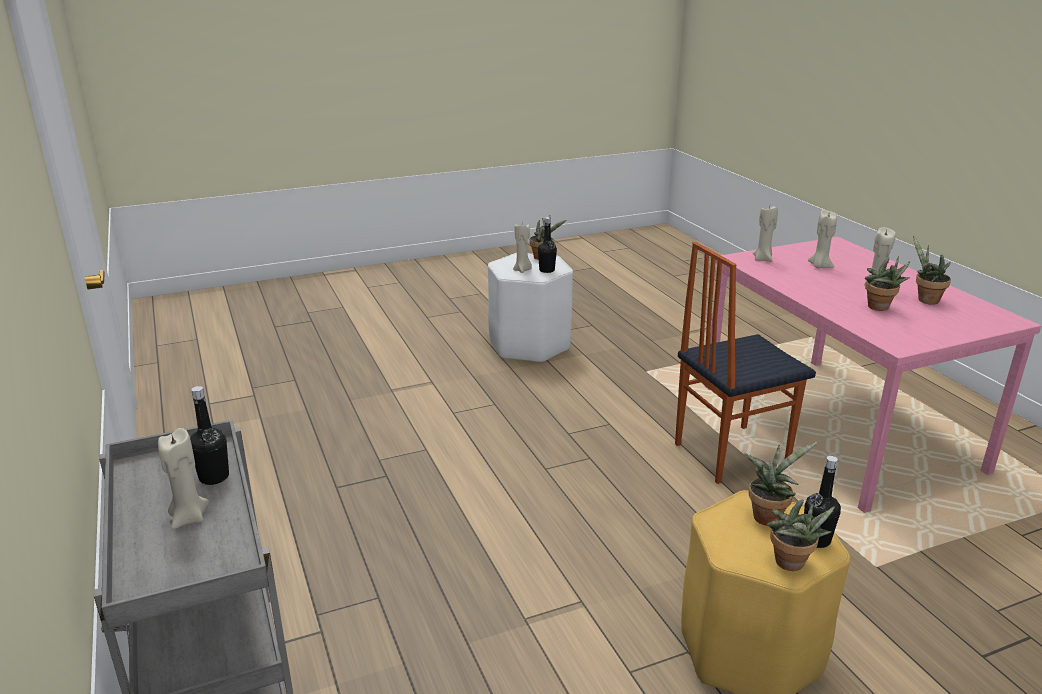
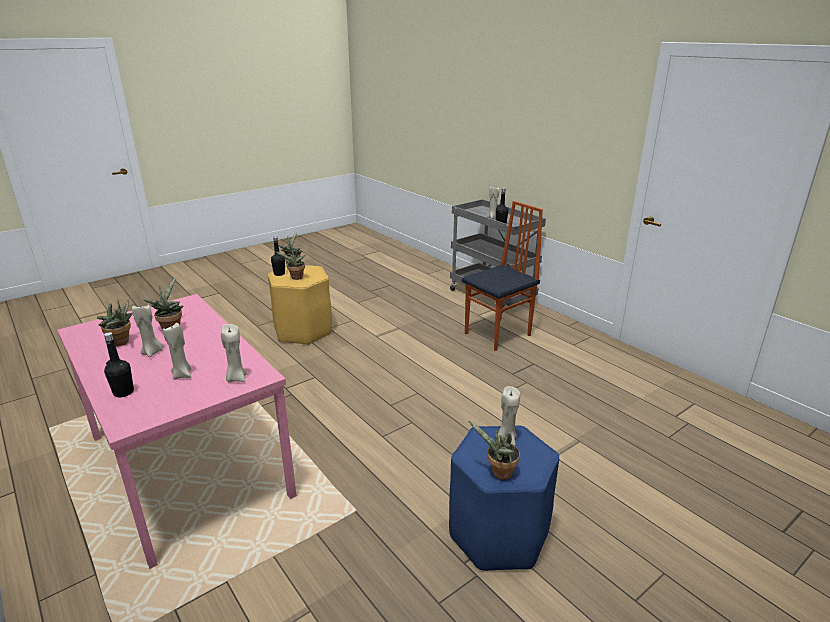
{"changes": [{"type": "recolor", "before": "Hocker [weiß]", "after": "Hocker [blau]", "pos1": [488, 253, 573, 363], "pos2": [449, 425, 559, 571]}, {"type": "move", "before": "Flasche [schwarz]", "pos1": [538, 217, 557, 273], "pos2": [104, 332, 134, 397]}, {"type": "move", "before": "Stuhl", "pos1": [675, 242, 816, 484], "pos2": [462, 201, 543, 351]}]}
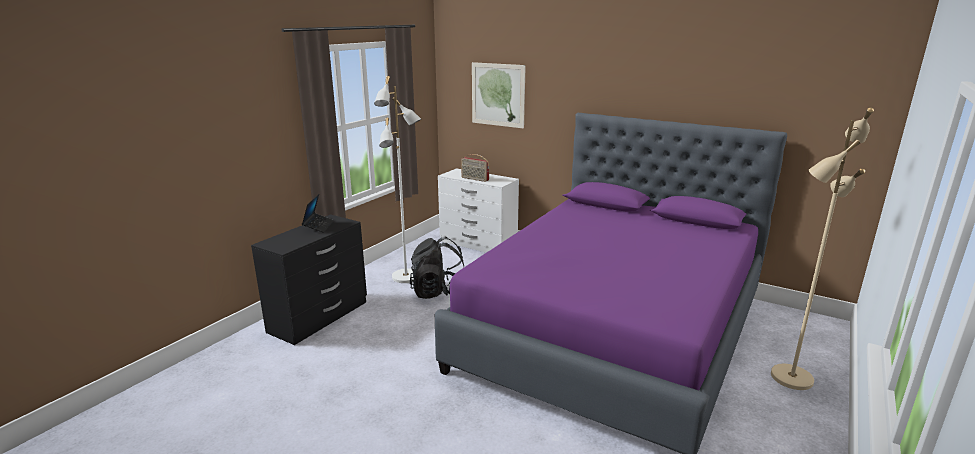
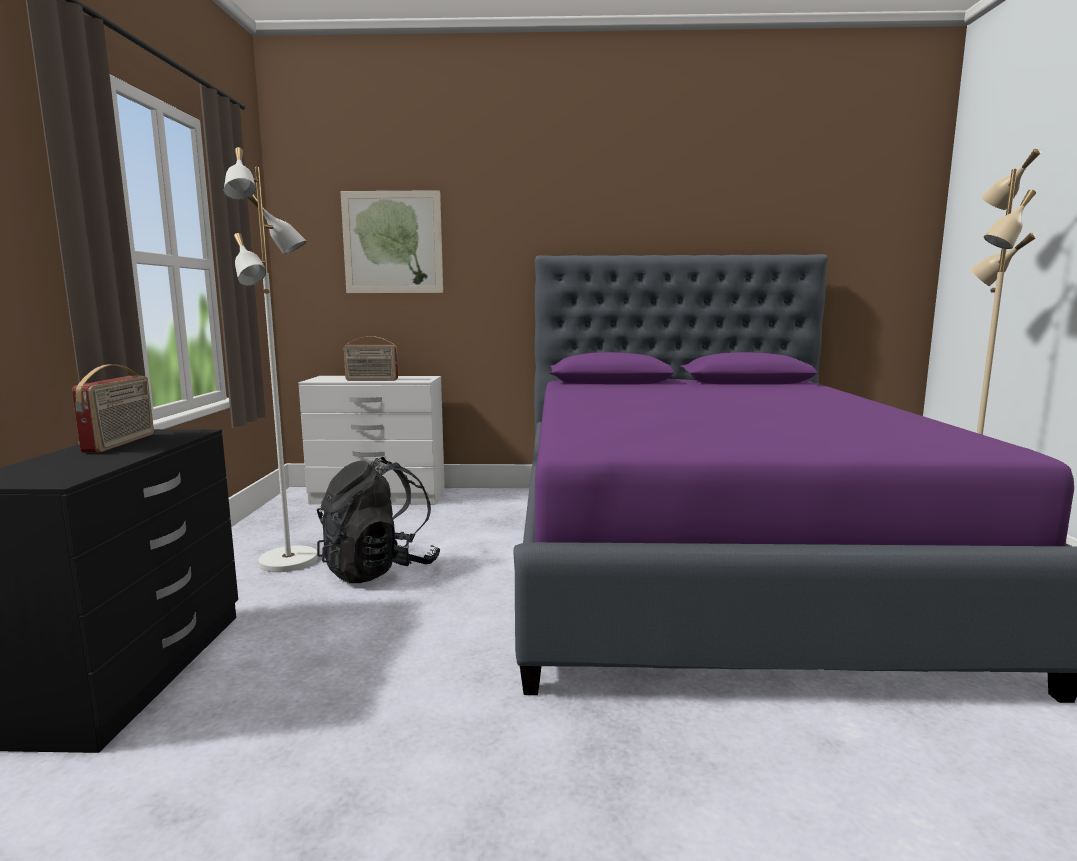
{"changes": [{"type": "replace", "before": "Laptop", "after": "Radio", "pos1": [302, 194, 334, 233], "pos2": [72, 364, 154, 453]}]}
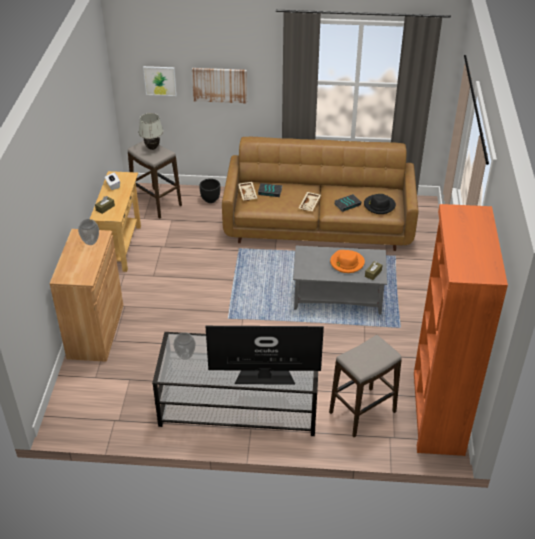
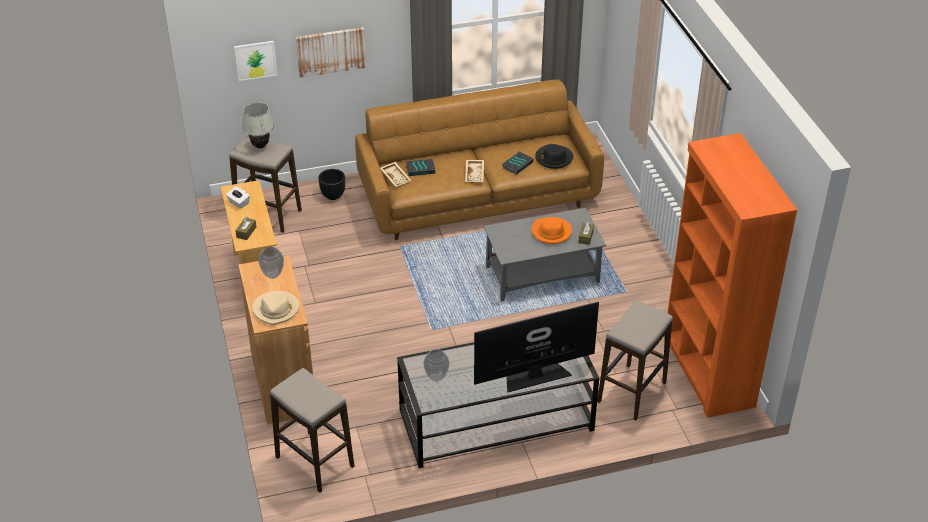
{"changes": [{"type": "insert", "after": "Hut [beige]", "pos2": [252, 291, 299, 325]}, {"type": "insert", "after": "Hocker", "pos2": [270, 368, 355, 493]}]}
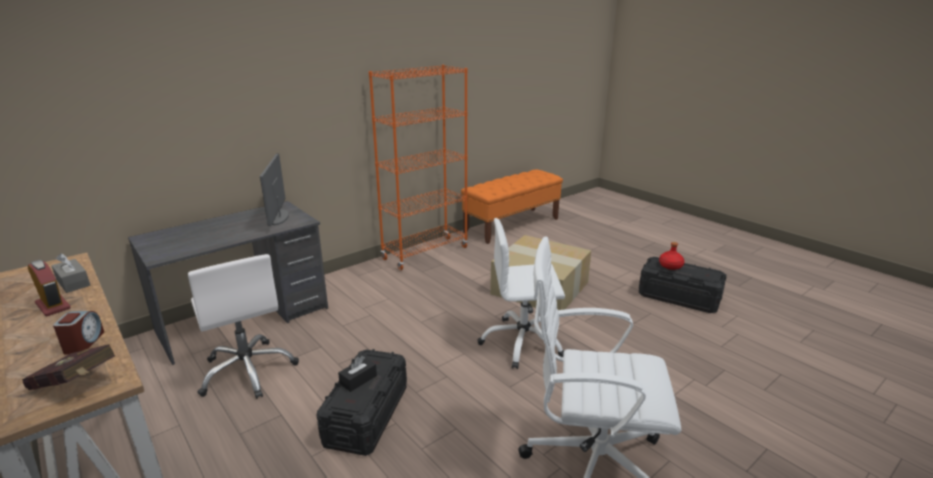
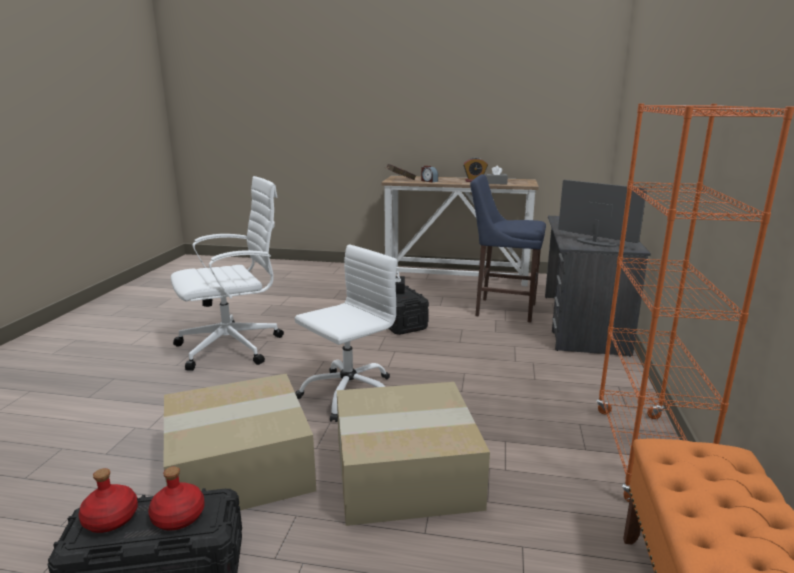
{"changes": [{"type": "replace", "before": "Bürostuhl [weiß]", "after": "Hocker [blau]", "pos1": [188, 254, 299, 399], "pos2": [470, 174, 546, 322]}, {"type": "insert", "after": "Flasche [rot]", "pos2": [78, 468, 138, 533]}, {"type": "insert", "after": "Karton", "pos2": [164, 373, 316, 510]}]}
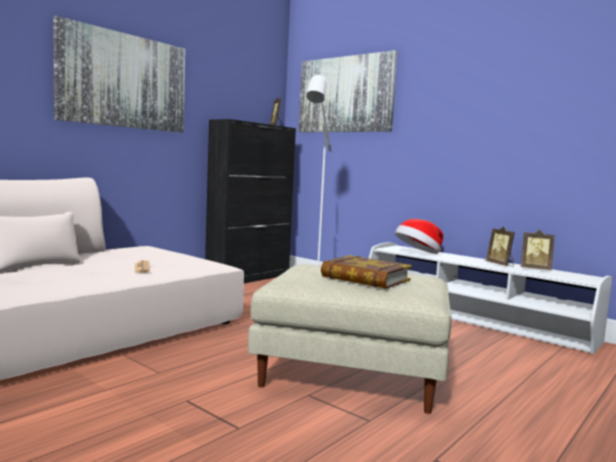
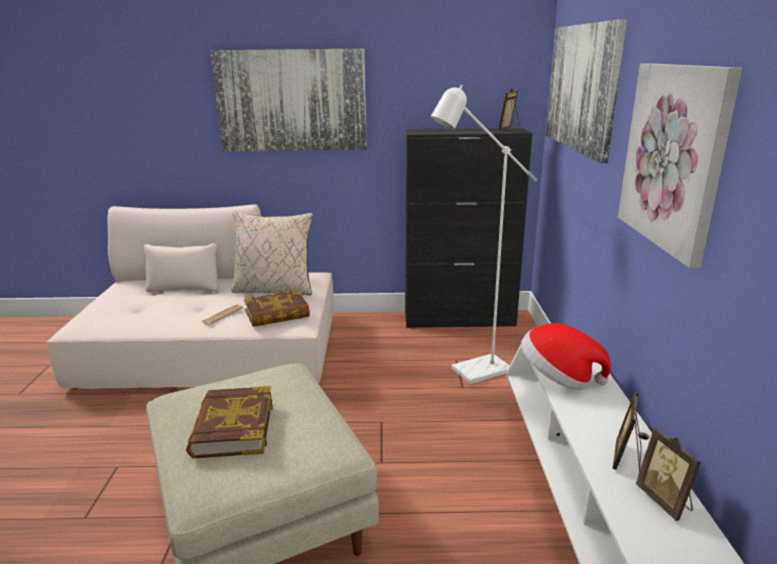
{"changes": [{"type": "insert", "after": "Kissen [beige]", "pos2": [231, 212, 313, 295]}, {"type": "insert", "after": "Buch", "pos2": [244, 290, 310, 327]}, {"type": "insert", "after": "Bild", "pos2": [618, 63, 742, 268]}]}
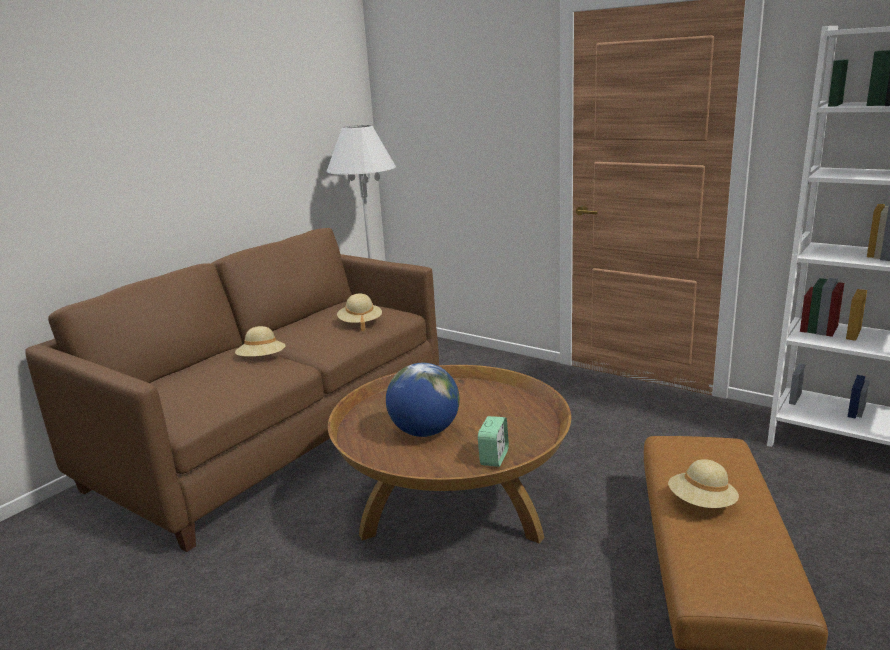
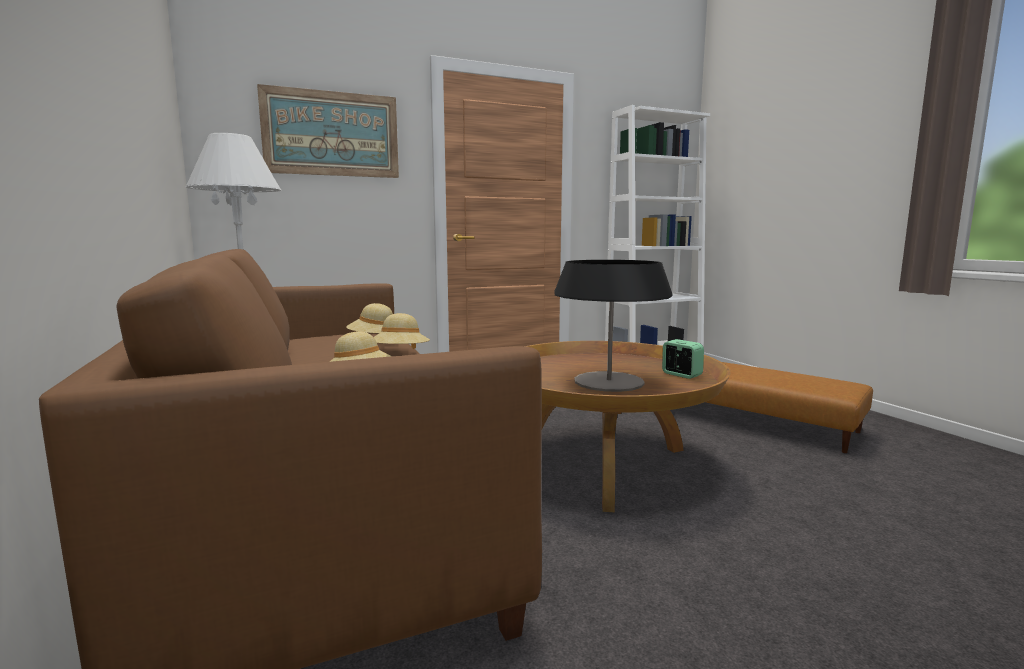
{"changes": [{"type": "replace", "before": "Globus", "after": "Tischlampe", "pos1": [386, 363, 460, 437], "pos2": [555, 260, 672, 392]}, {"type": "move", "before": "Hut [beige]", "pos1": [668, 459, 739, 508], "pos2": [374, 313, 430, 349]}, {"type": "insert", "after": "Bild", "pos2": [257, 84, 399, 178]}]}
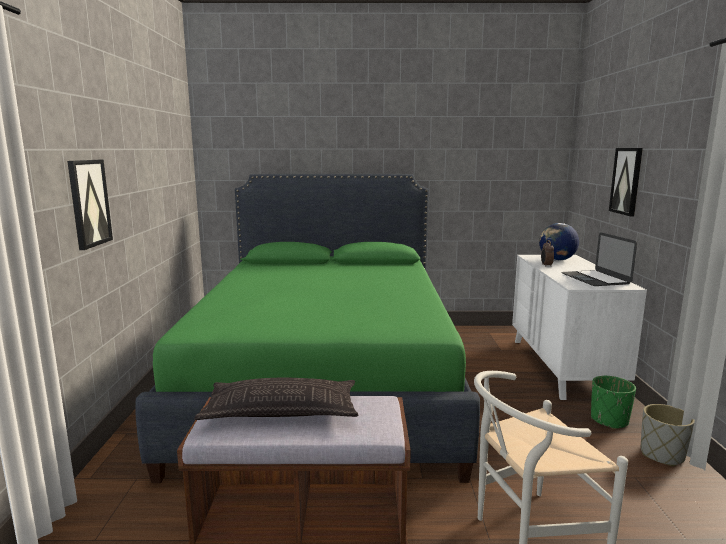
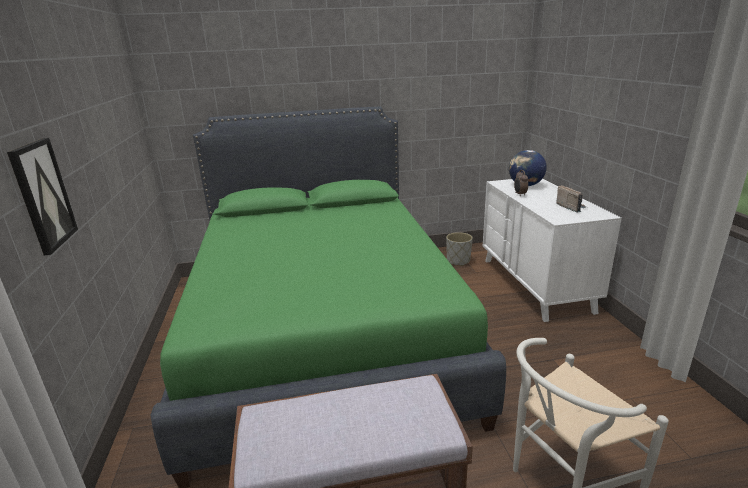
{"changes": [{"type": "delete", "before": "Kissen", "pos1": [194, 378, 358, 420]}, {"type": "replace", "before": "Laptop", "after": "Radio", "pos1": [561, 232, 637, 286], "pos2": [556, 185, 586, 213]}, {"type": "delete", "before": "Pflanzkübel [grün]", "pos1": [591, 376, 636, 429]}, {"type": "delete", "before": "Bild", "pos1": [609, 148, 643, 216]}, {"type": "move", "before": "Pflanzkübel [grau]", "pos1": [641, 404, 695, 467], "pos2": [446, 232, 473, 266]}]}
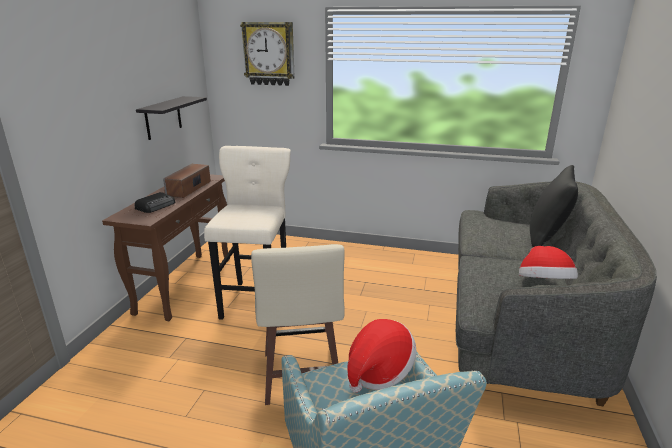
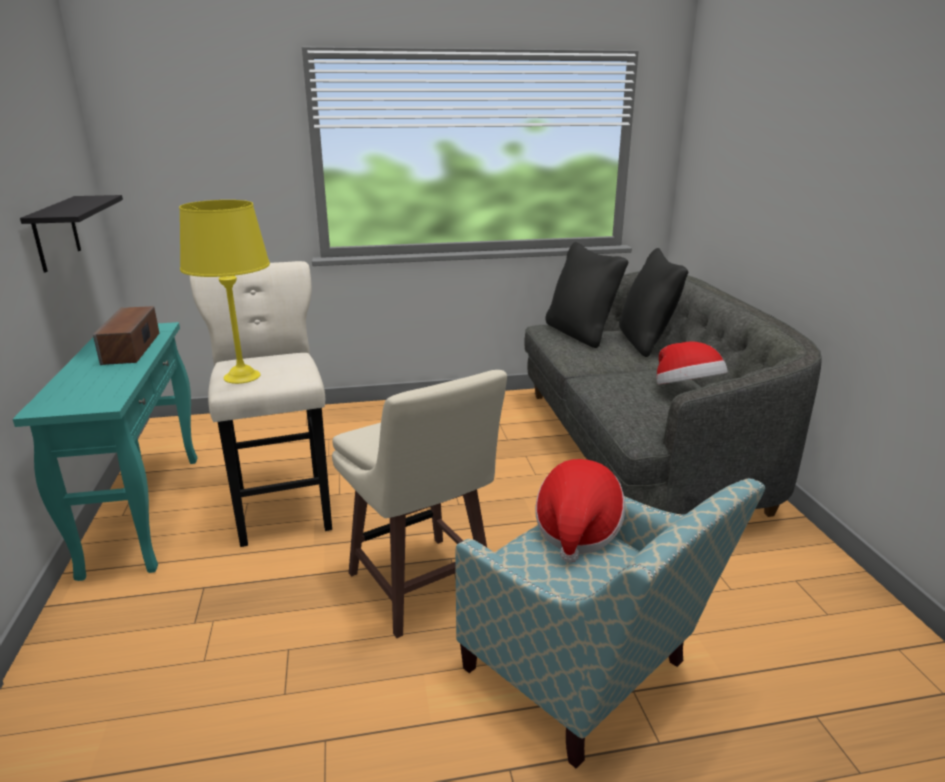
{"changes": [{"type": "recolor", "before": "Konsolentisch [braun]", "after": "Konsolentisch [türkis]", "pos1": [102, 174, 230, 321], "pos2": [13, 322, 197, 581]}, {"type": "delete", "before": "Radio", "pos1": [134, 192, 175, 213]}, {"type": "delete", "before": "Wanduhr", "pos1": [240, 22, 295, 86]}, {"type": "insert", "after": "Tischlampe [gelb]", "pos2": [179, 200, 270, 384]}, {"type": "insert", "after": "Kissen [schwarz]", "pos2": [545, 242, 628, 348]}]}
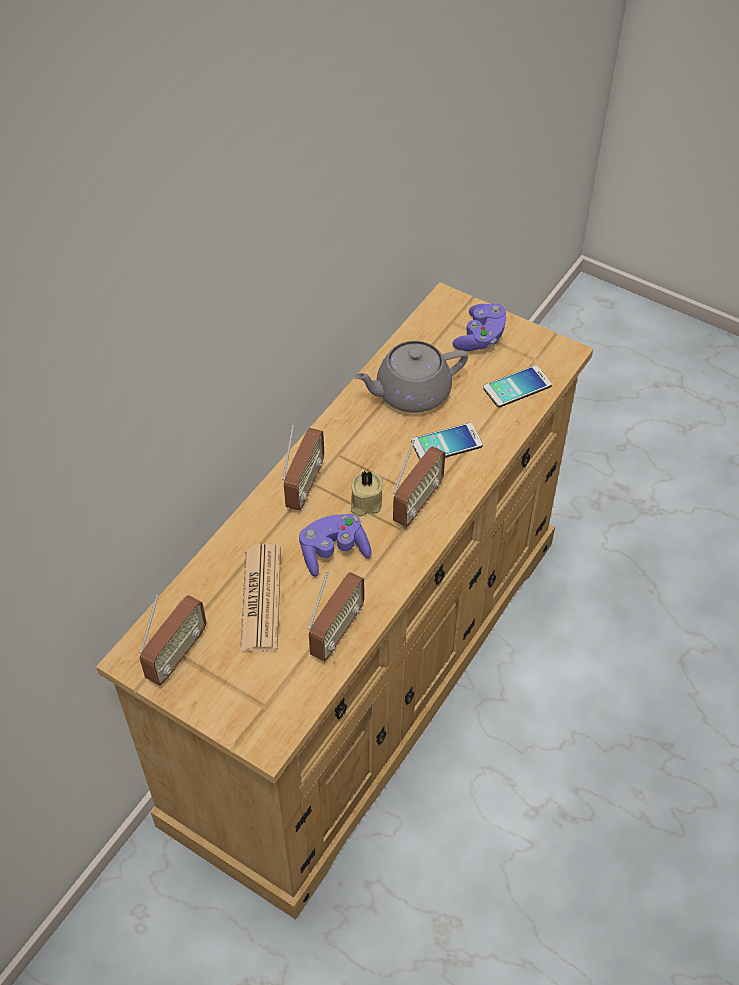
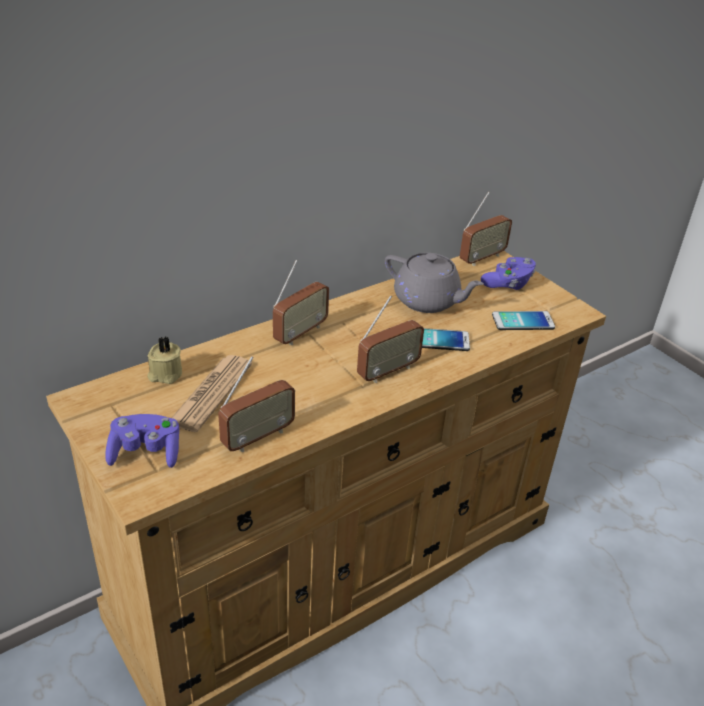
{"changes": [{"type": "move", "before": "Radio", "pos1": [139, 595, 207, 686], "pos2": [460, 192, 512, 266]}, {"type": "move", "before": "Gamepad [lila]", "pos1": [299, 514, 372, 577], "pos2": [105, 414, 179, 468]}, {"type": "move", "before": "Kerze [beige]", "pos1": [351, 471, 384, 517], "pos2": [147, 336, 182, 384]}, {"type": "rotate", "before": "Teekanne [grau]", "pos1": [353, 341, 468, 413], "pos2": [385, 253, 484, 313], "turn": -150}]}
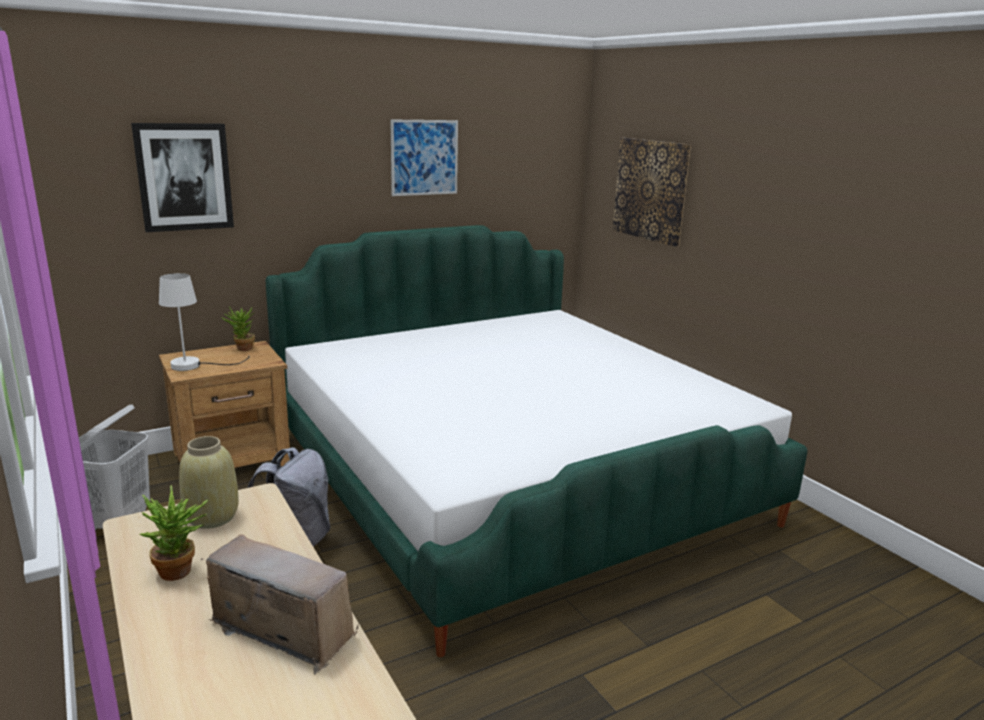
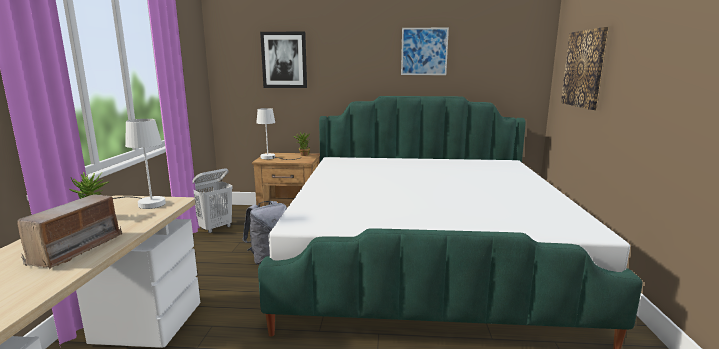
{"changes": [{"type": "replace", "before": "Vase [beige]", "after": "Tischlampe [weiß]", "pos1": [179, 436, 239, 529], "pos2": [113, 119, 166, 209]}, {"type": "rotate", "before": "Radio", "pos1": [200, 534, 358, 675], "pos2": [17, 194, 122, 269], "turn": 45}]}
